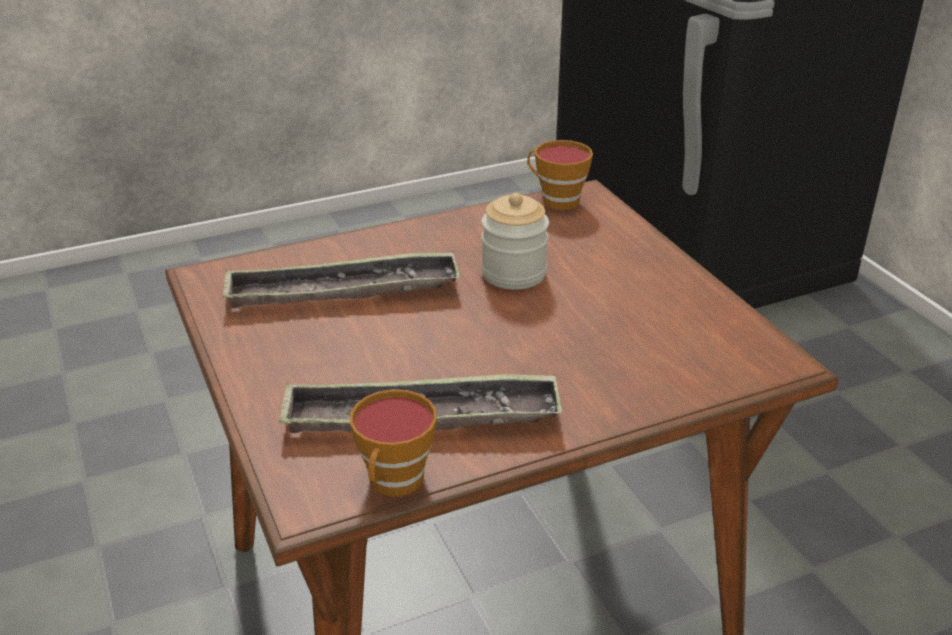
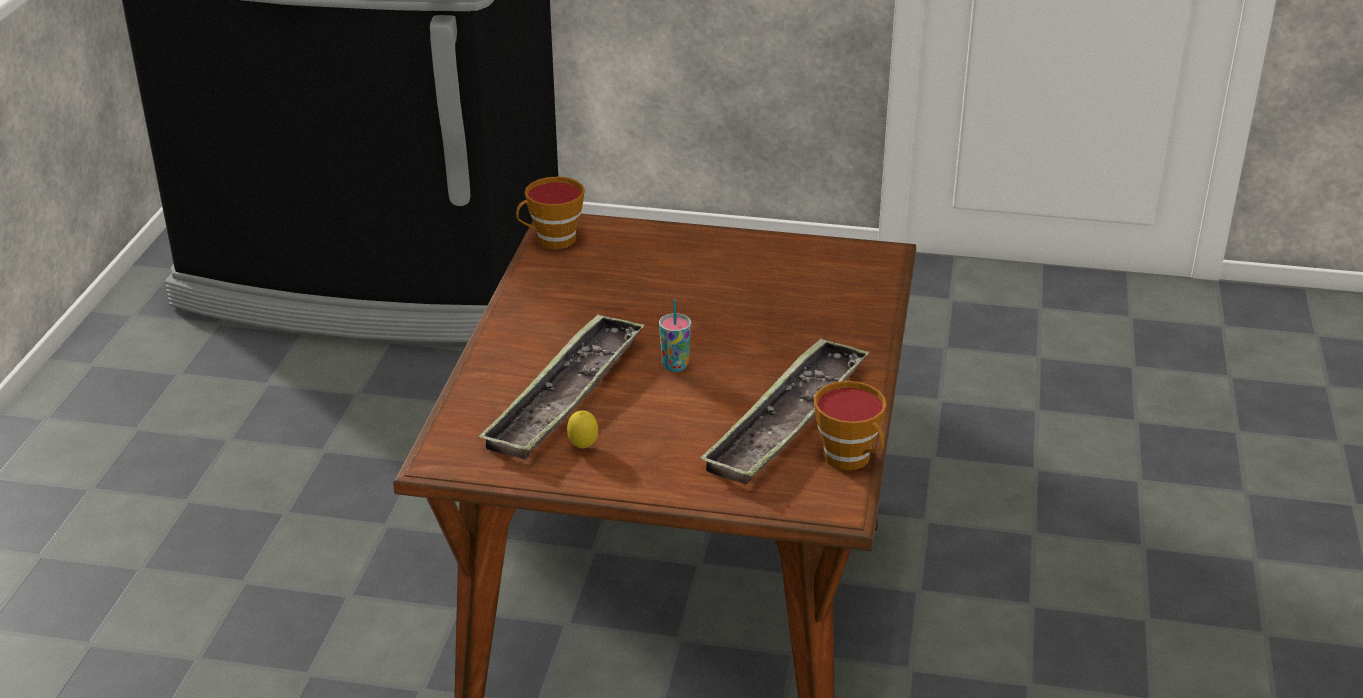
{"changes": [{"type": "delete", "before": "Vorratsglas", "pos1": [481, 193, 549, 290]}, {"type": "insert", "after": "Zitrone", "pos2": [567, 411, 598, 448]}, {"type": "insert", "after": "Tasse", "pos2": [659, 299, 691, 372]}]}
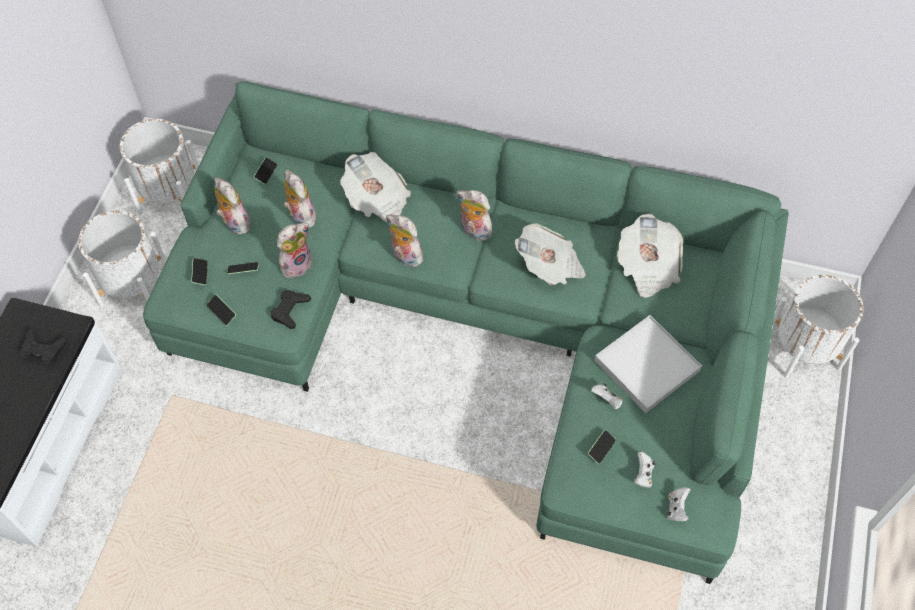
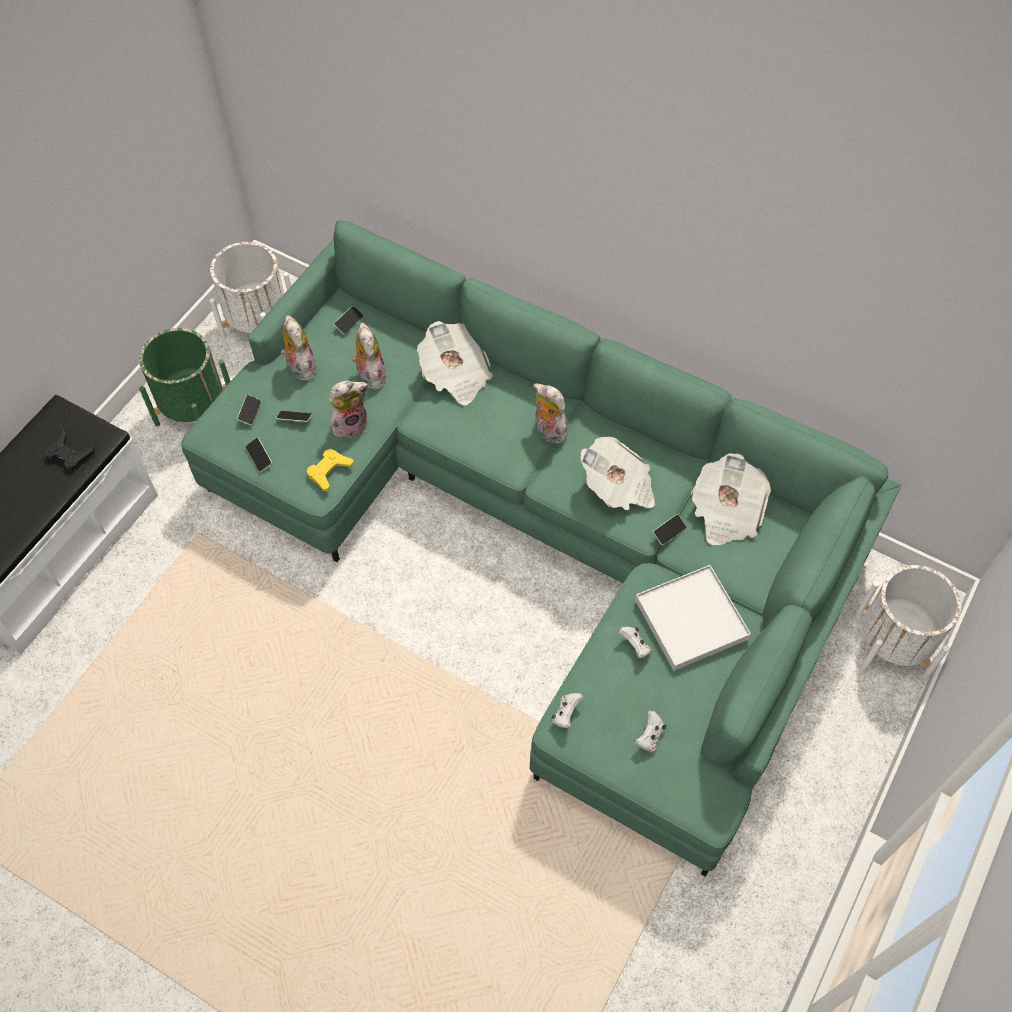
{"changes": [{"type": "recolor", "before": "Pflanzkübel [weiß]", "after": "Pflanzkübel [grün]", "pos1": [78, 210, 167, 307], "pos2": [139, 328, 230, 426]}, {"type": "recolor", "before": "Gamepad [schwarz]", "after": "Gamepad [gelb]", "pos1": [271, 290, 311, 329], "pos2": [307, 449, 354, 491]}, {"type": "delete", "before": "Plüschtier", "pos1": [386, 215, 427, 267]}, {"type": "move", "before": "Handy", "pos1": [588, 430, 616, 464], "pos2": [653, 514, 687, 545]}, {"type": "move", "before": "Gamepad [weiß]", "pos1": [667, 487, 690, 521], "pos2": [551, 693, 583, 728]}]}
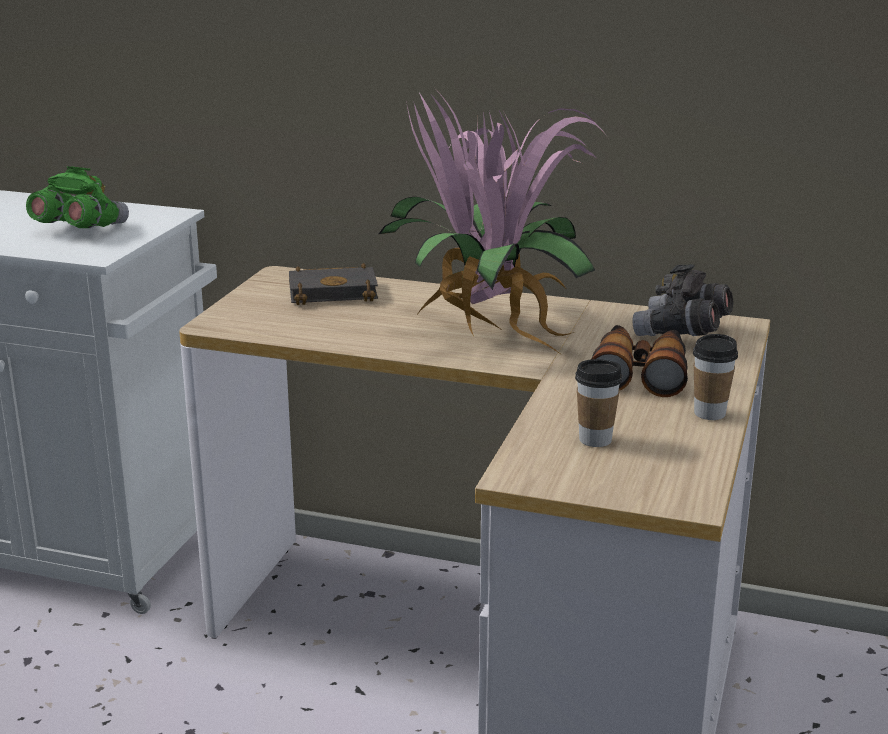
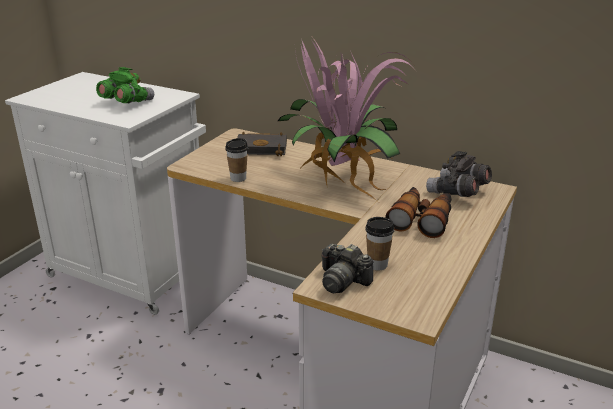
{"changes": [{"type": "move", "before": "Tasse", "pos1": [693, 334, 738, 420], "pos2": [225, 138, 248, 182]}, {"type": "insert", "after": "Kamera", "pos2": [321, 244, 373, 294]}]}
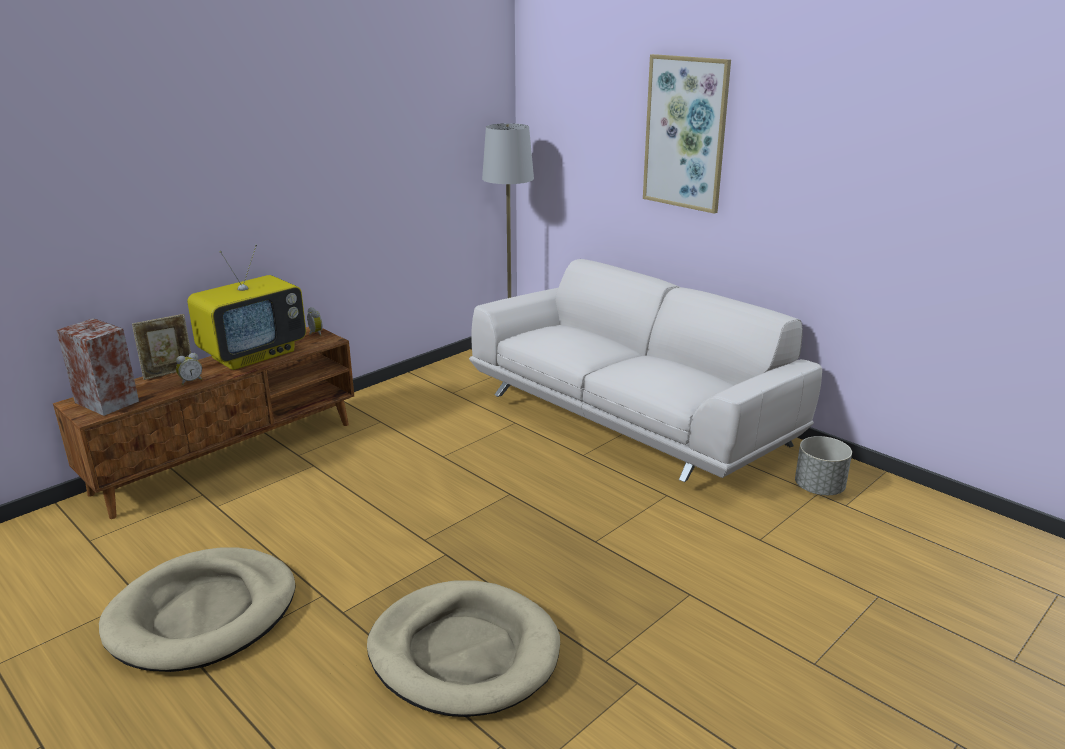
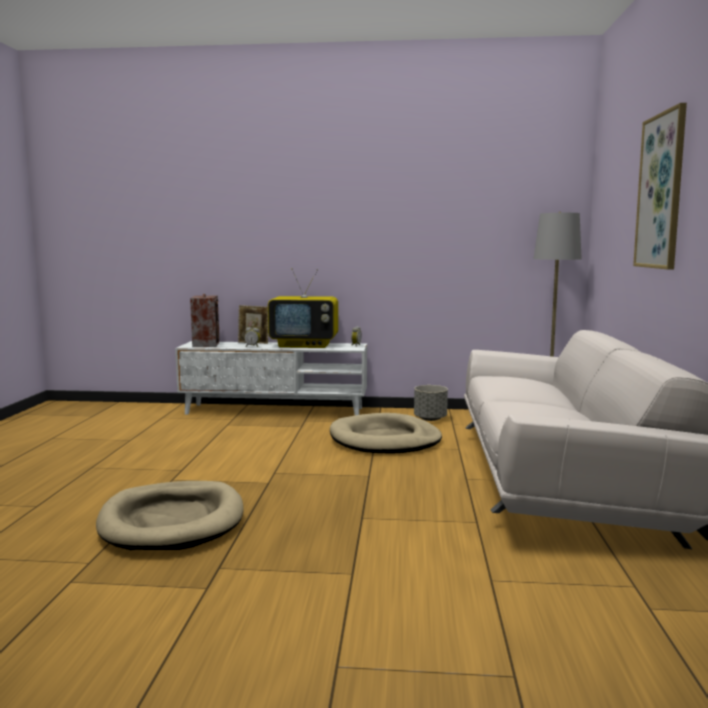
{"changes": [{"type": "recolor", "before": "Fernsehschrank [braun]", "after": "Fernsehschrank [weiß]", "pos1": [53, 327, 354, 519], "pos2": [175, 341, 367, 415]}, {"type": "move", "before": "Hundebett [beige]", "pos1": [99, 547, 296, 672], "pos2": [330, 413, 442, 454]}, {"type": "move", "before": "Pflanzkübel [grau]", "pos1": [795, 436, 852, 495], "pos2": [414, 385, 448, 421]}]}
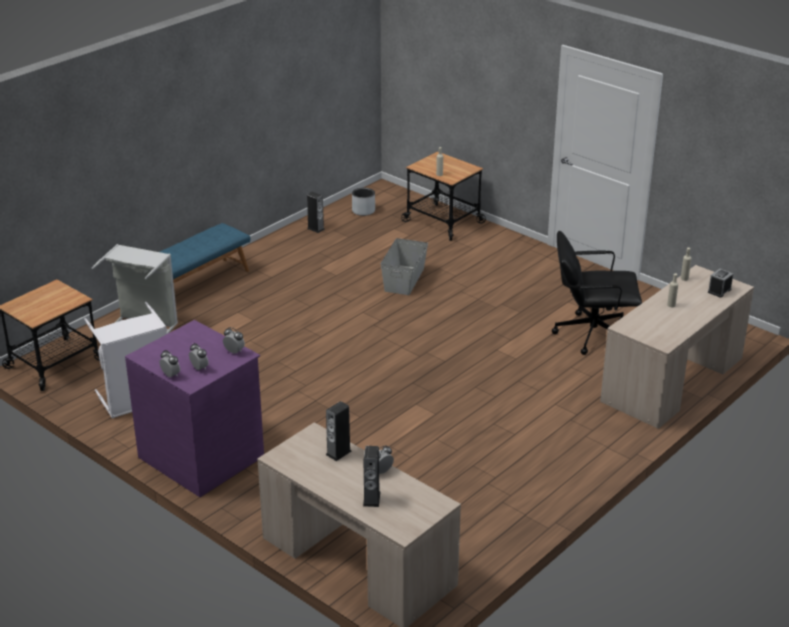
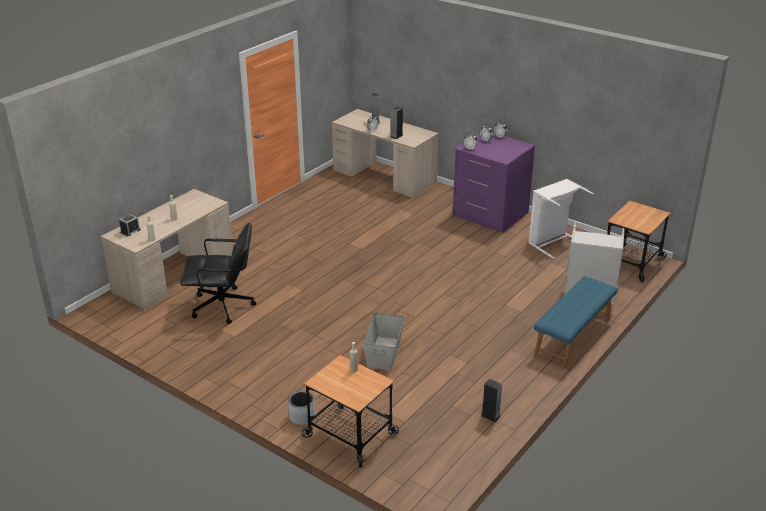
{"changes": [{"type": "move", "before": "Pflanzkübel [grau]", "pos1": [352, 188, 375, 216], "pos2": [288, 390, 316, 425]}]}
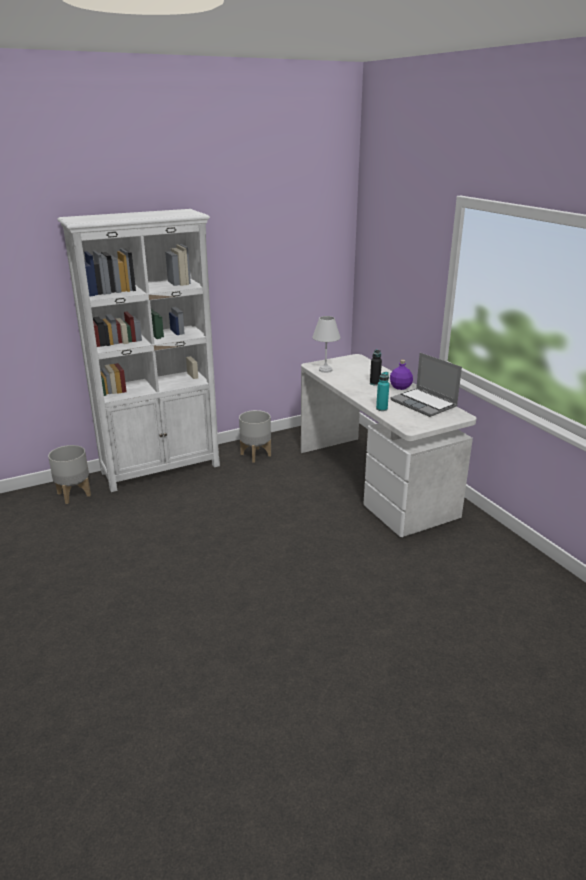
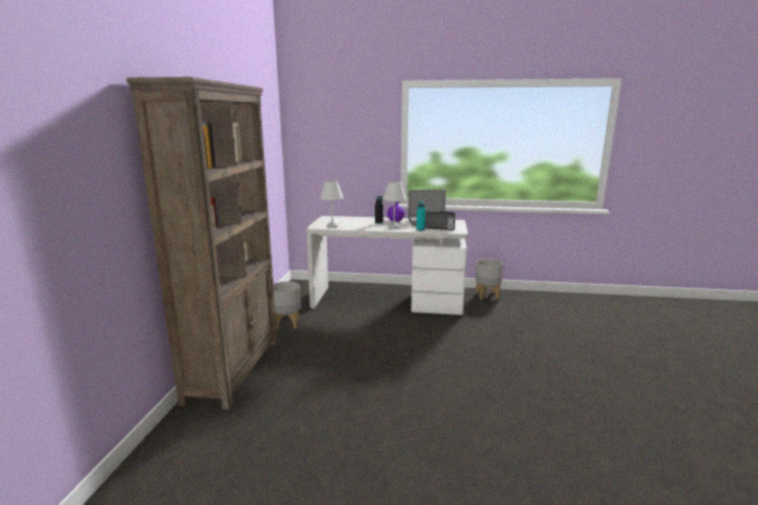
{"changes": [{"type": "move", "before": "Pflanzkübel [grau]", "pos1": [48, 445, 91, 504], "pos2": [475, 259, 503, 300]}, {"type": "recolor", "before": "Bücherregal [weiß]", "after": "Bücherregal [braun]", "pos1": [57, 209, 220, 492], "pos2": [126, 77, 278, 410]}, {"type": "insert", "after": "Tischlampe [weiß]", "pos2": [383, 181, 406, 229]}, {"type": "insert", "after": "Radio", "pos2": [425, 210, 455, 230]}]}
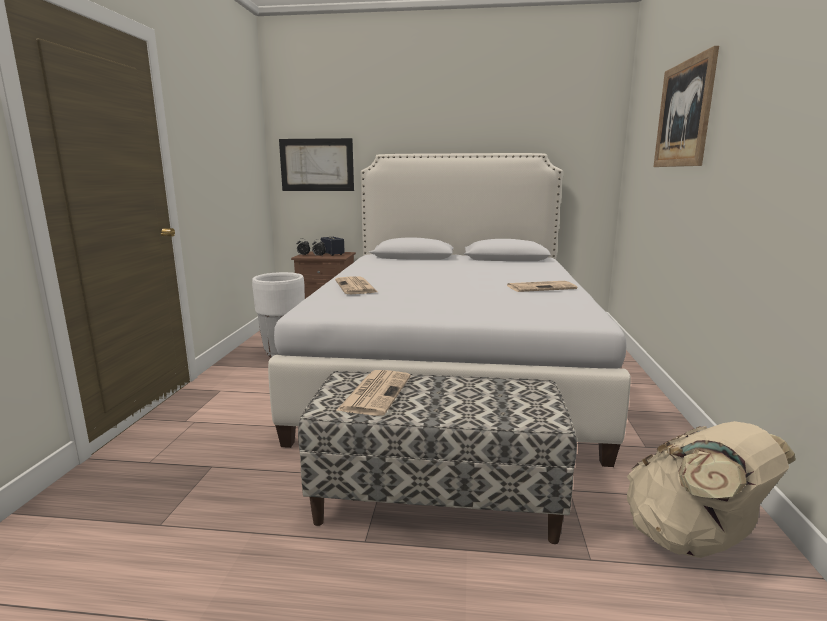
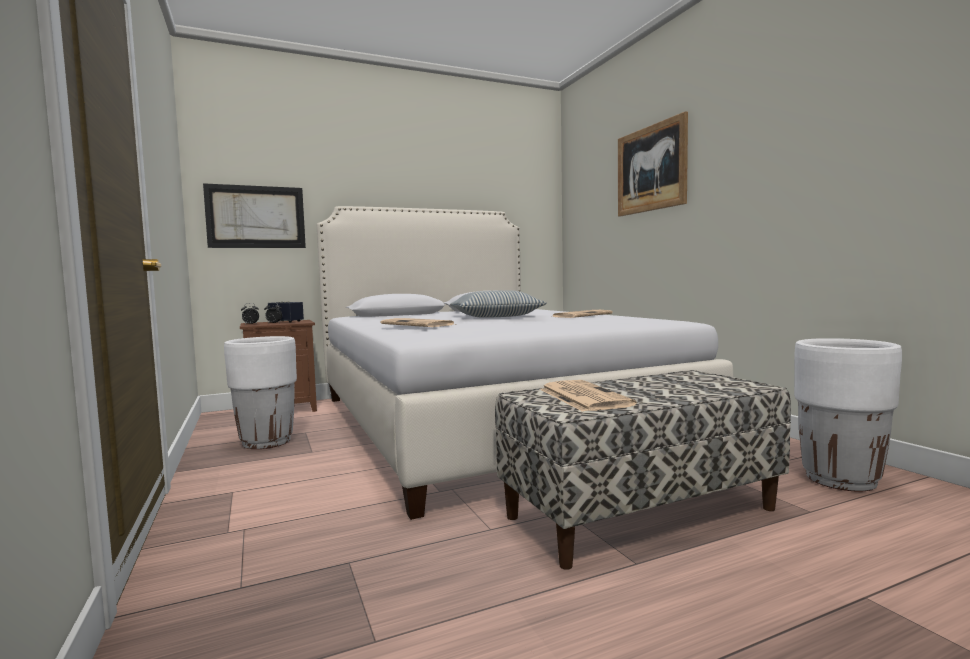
{"changes": [{"type": "replace", "before": "Rucksack [beige]", "after": "Pflanzkübel [weiß]", "pos1": [627, 421, 796, 558], "pos2": [794, 338, 902, 491]}, {"type": "insert", "after": "Kissen", "pos2": [450, 290, 547, 318]}]}
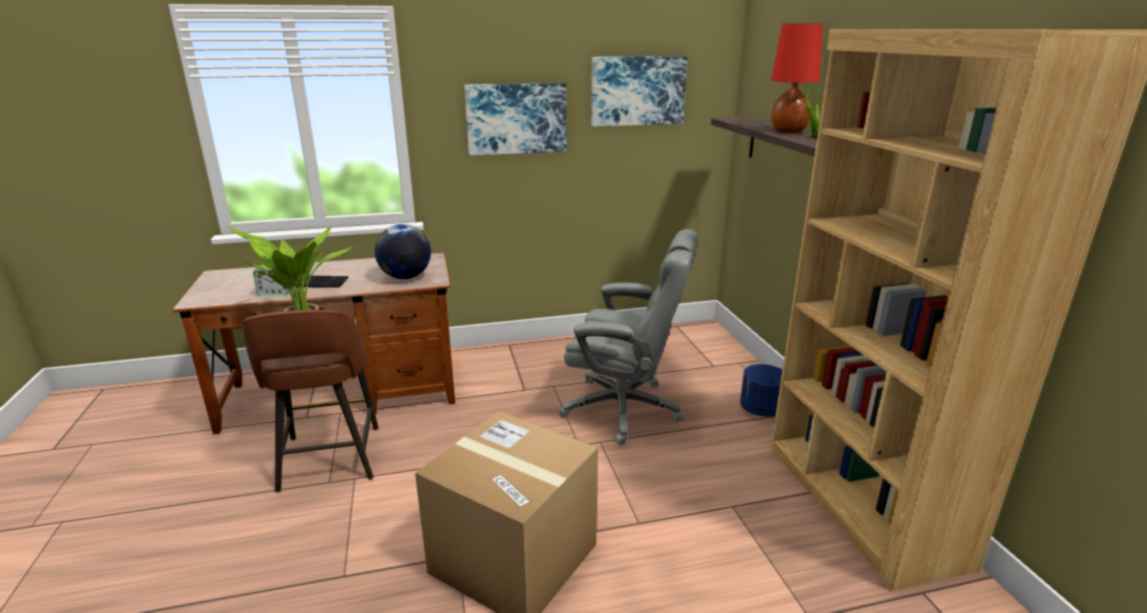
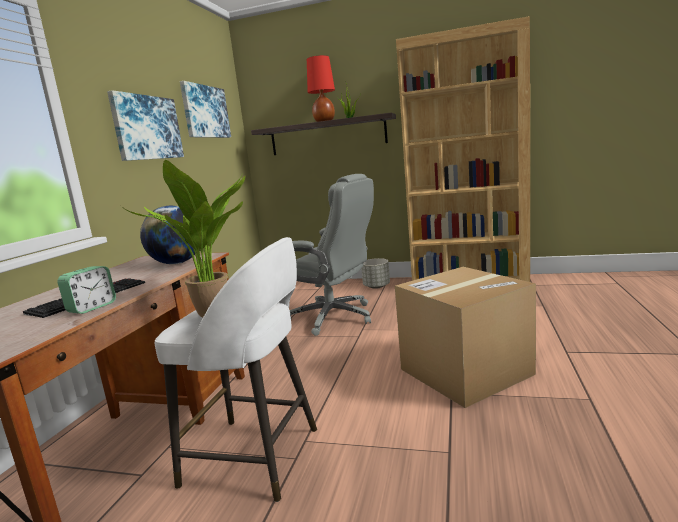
{"changes": [{"type": "recolor", "before": "Hocker [braun]", "after": "Hocker [weiß]", "pos1": [242, 310, 378, 493], "pos2": [155, 237, 317, 502]}, {"type": "rotate", "before": "Bürostuhl [grau]", "pos1": [559, 229, 699, 445], "pos2": [290, 174, 374, 336], "turn": 75}, {"type": "recolor", "before": "Pflanzkübel [blau]", "after": "Pflanzkübel [grau]", "pos1": [740, 364, 782, 417], "pos2": [361, 258, 390, 289]}]}
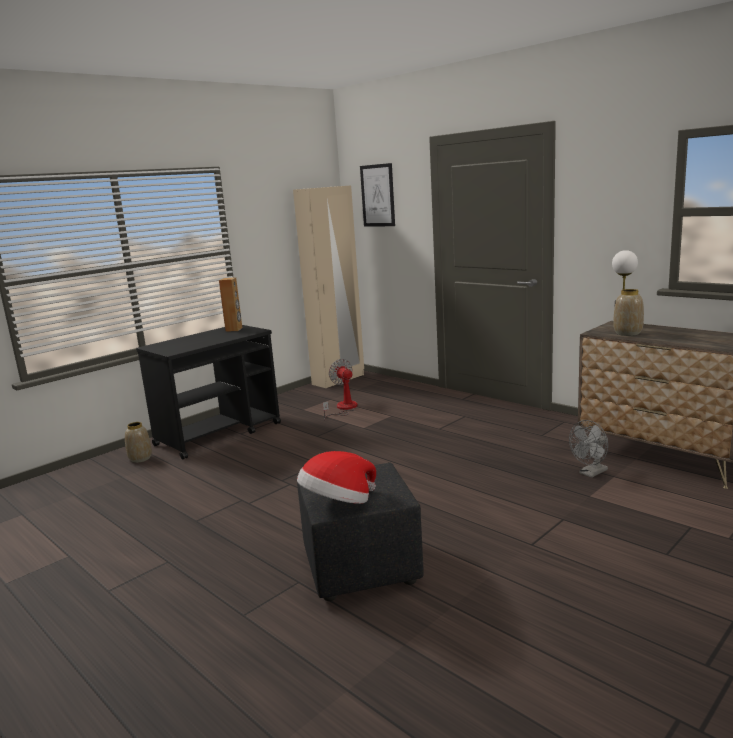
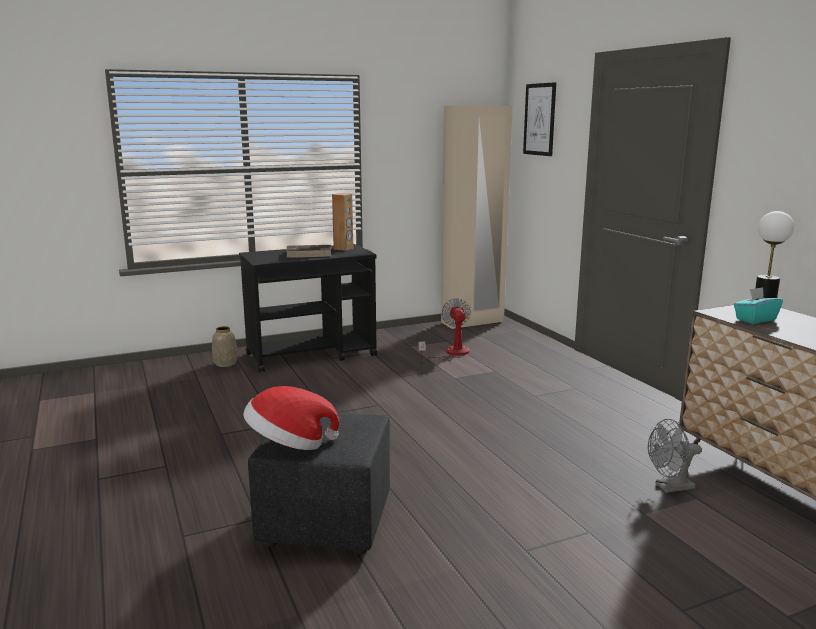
{"changes": [{"type": "replace", "before": "Vase", "after": "Taschentuchbox [türkis]", "pos1": [613, 289, 644, 336], "pos2": [734, 287, 783, 324]}, {"type": "insert", "after": "Buch [braun]", "pos2": [286, 245, 332, 258]}]}
